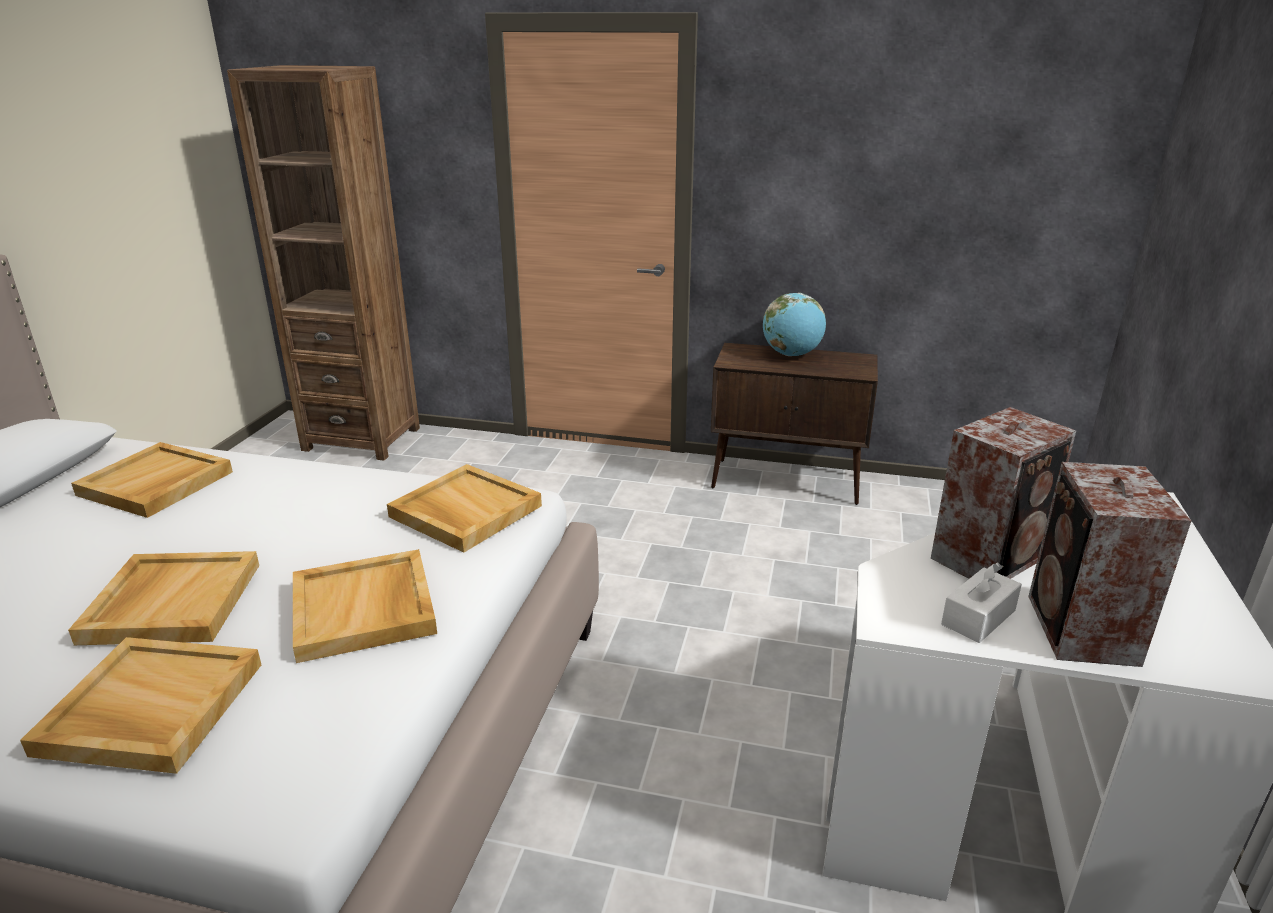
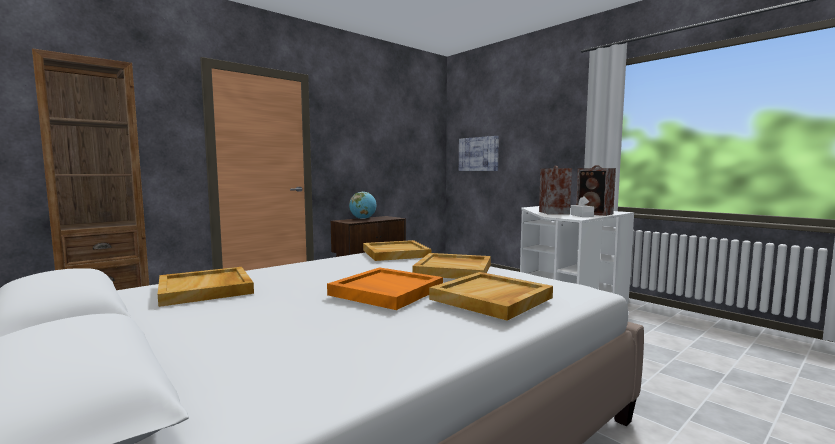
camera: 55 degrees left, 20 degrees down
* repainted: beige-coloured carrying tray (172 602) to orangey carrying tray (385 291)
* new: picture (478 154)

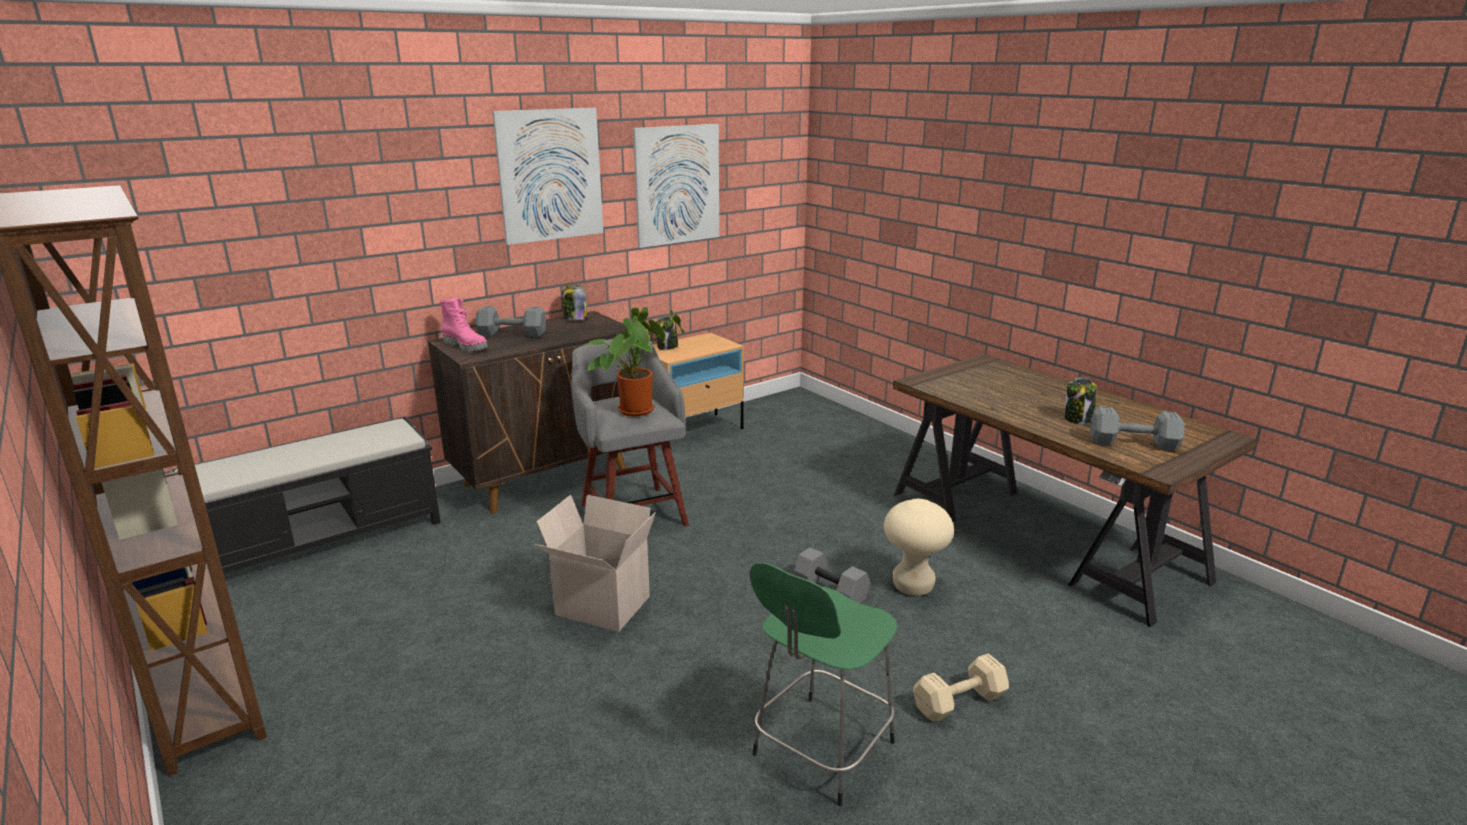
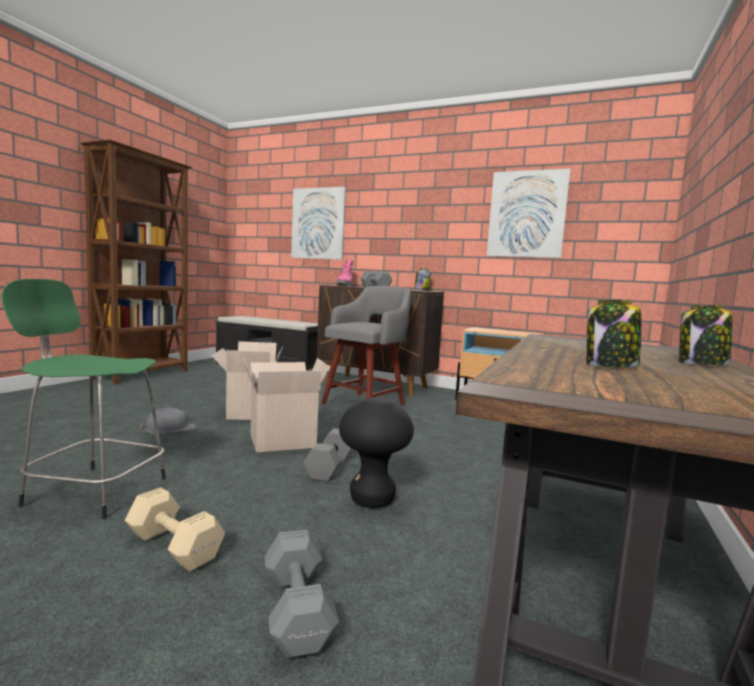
camera: 60 degrees right, 15 degrees down
* shifted: picture (550 175) to (318 223)
* gone: potted plant (637 409)
* shifted: preserve jar (667 347) to (702 364)
* shifted: greyish free weight (1131 443) to (298 608)
* repainted: beige-coloured stool (913 586) to black stool (372 500)
* new: carton (283 440)
* new: greyish work helmet (169 429)

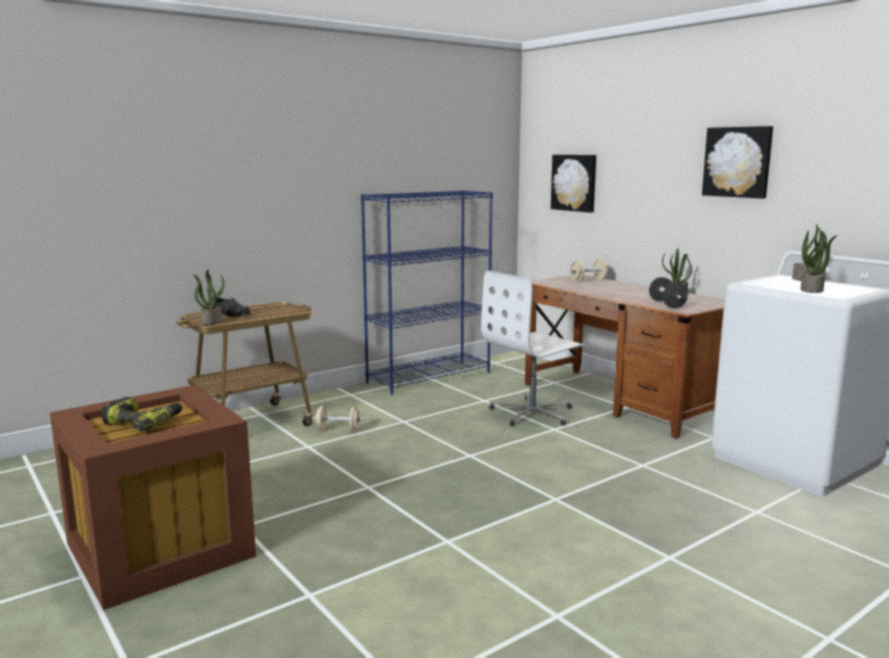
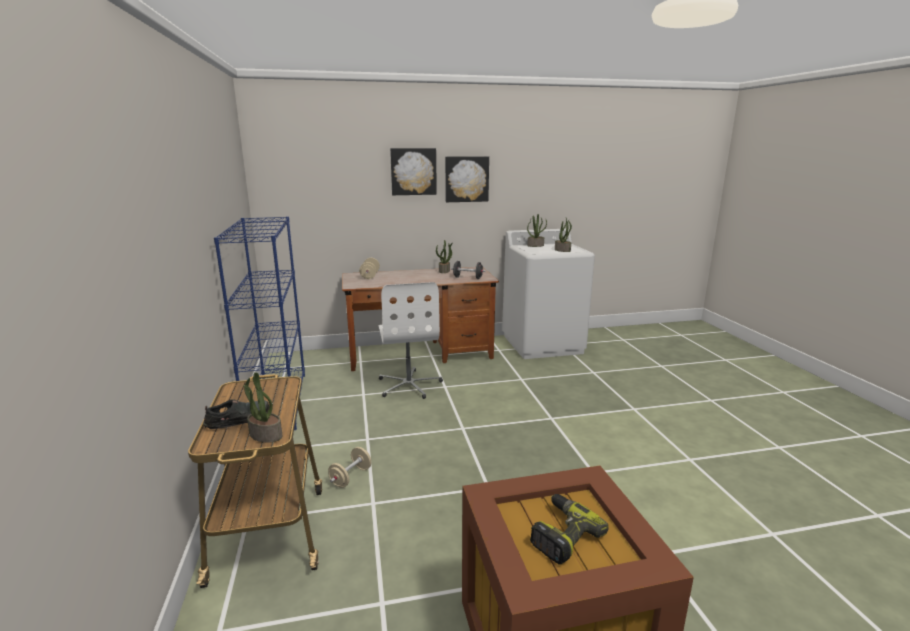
camera: 65 degrees left, 5 degrees up
* shifted: picture (574 182) to (413 171)

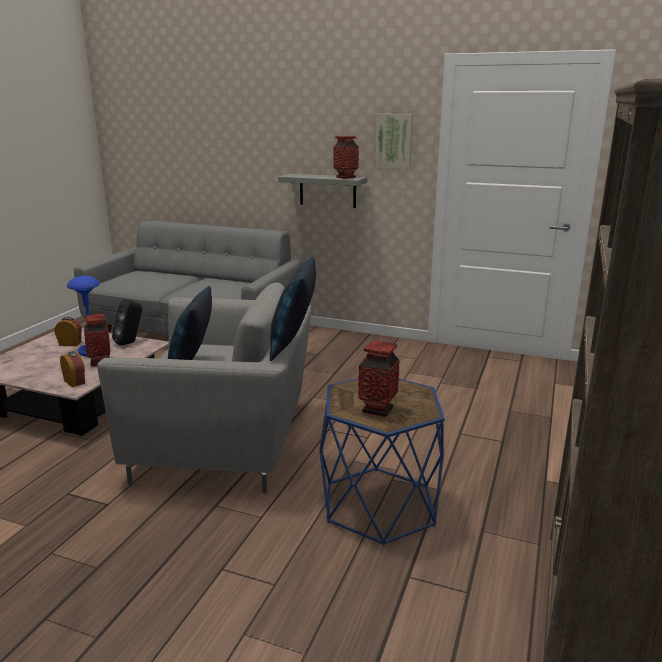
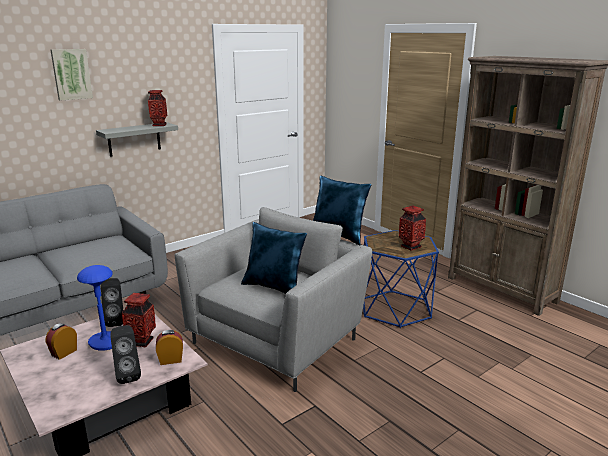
camera: 60 degrees left, 0 degrees up
* shifted: picture (394 141) to (71 74)
* new: black speaker (127 375)

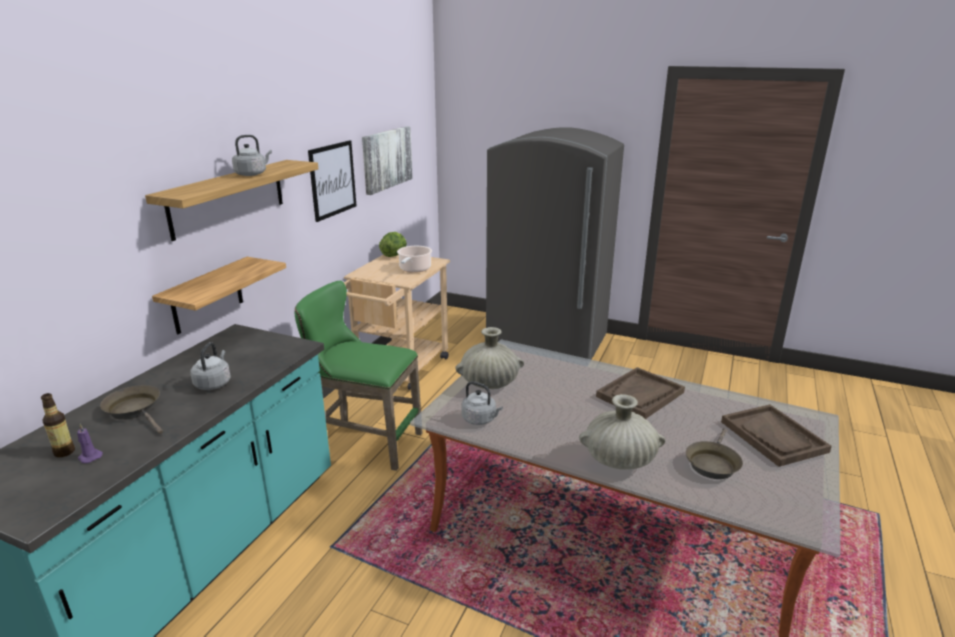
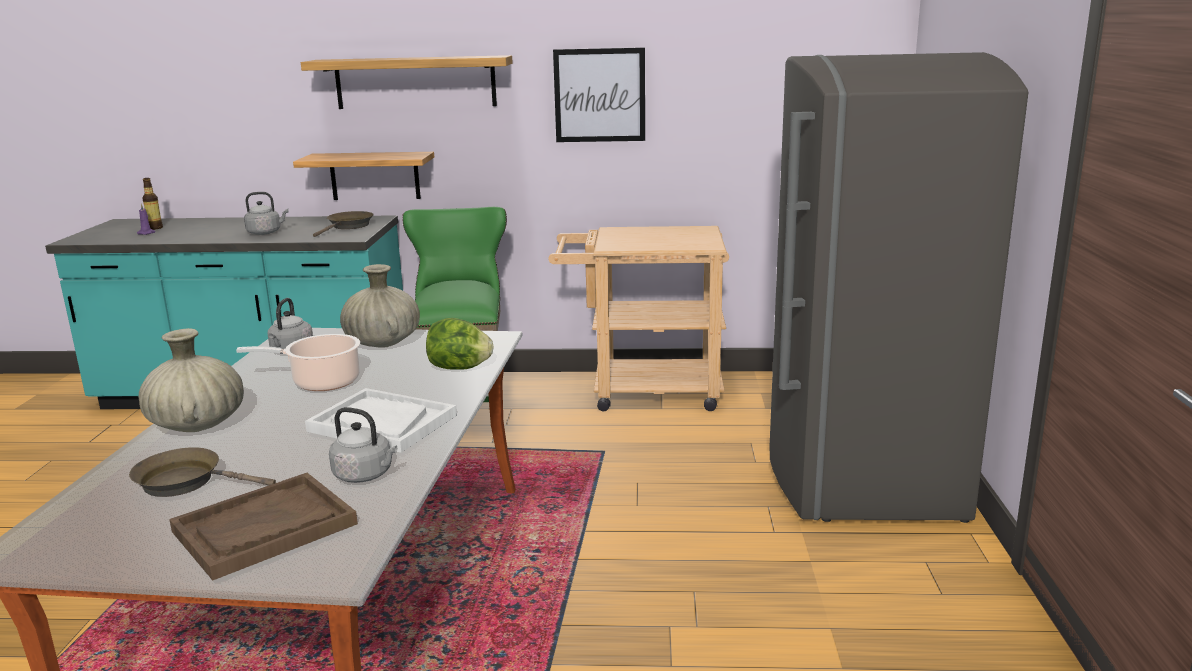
camera: 70 degrees right, 5 degrees down
* gone: picture (386 159)
* shifted: greyish tea kettle (252 174) to (365 475)
* shifted: lettuce (394 255) to (459 368)
* shifted: cooking pot (414 269) to (321 382)
* repainted: brown-coloured carrying tray (640 395) to white-coloured carrying tray (382 423)
* shifted: brown-coloured skillet (136 410) to (348 226)

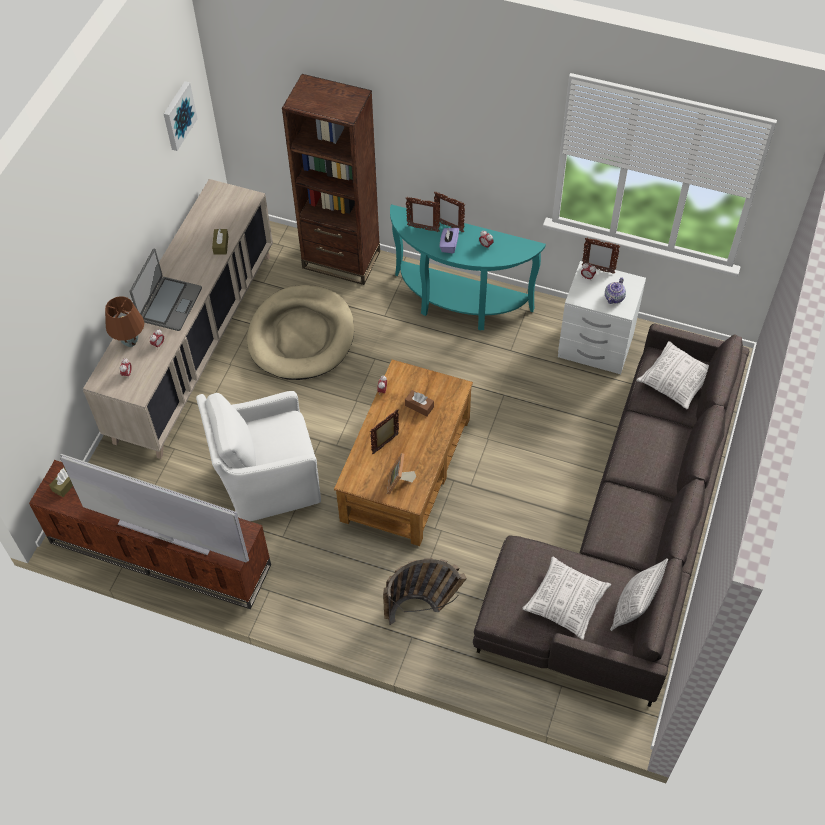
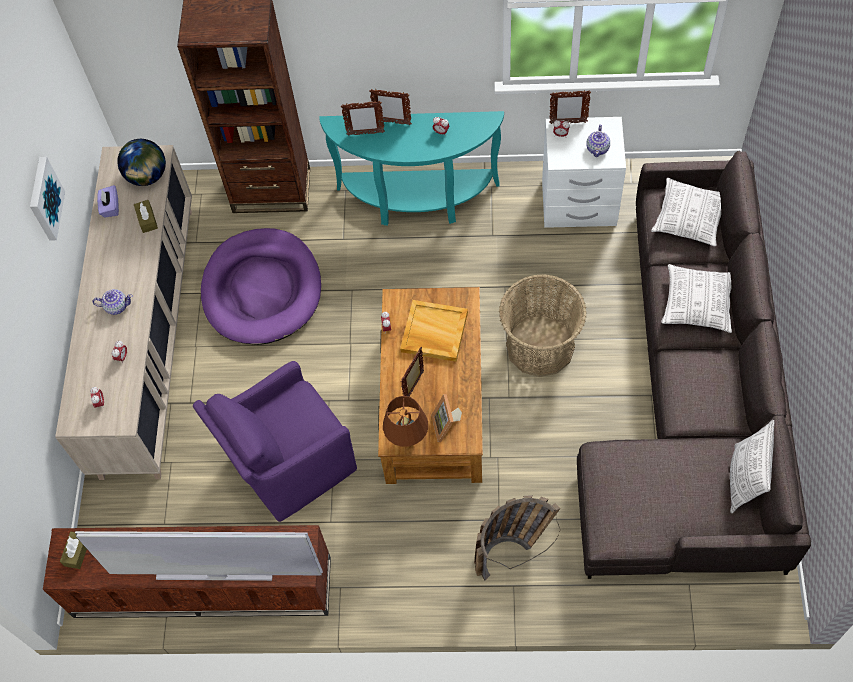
camera: 15 degrees left, 5 degrees up
* shifted: picture (178 115) to (44 199)
* shifted: purplish tissue box (449 245) to (110 207)
* swapped: laptop (169 304) to teapot (116 306)
* repainted: beige-coloured dog cushion (301 336) to purplish dog cushion (262 289)
* shifted: brown-coloured tabletop lamp (130 342) to (407 439)
* swapped: brown-coloured tissue box (419 406) to beige-coloured carrying tray (433 332)
* repainted: white-coloured easy chair (267 481) to purplish easy chair (289 465)
* shifted: pillow (566 602) to (697 304)
* new: desk globe (147 176)
* new: basket (540 346)

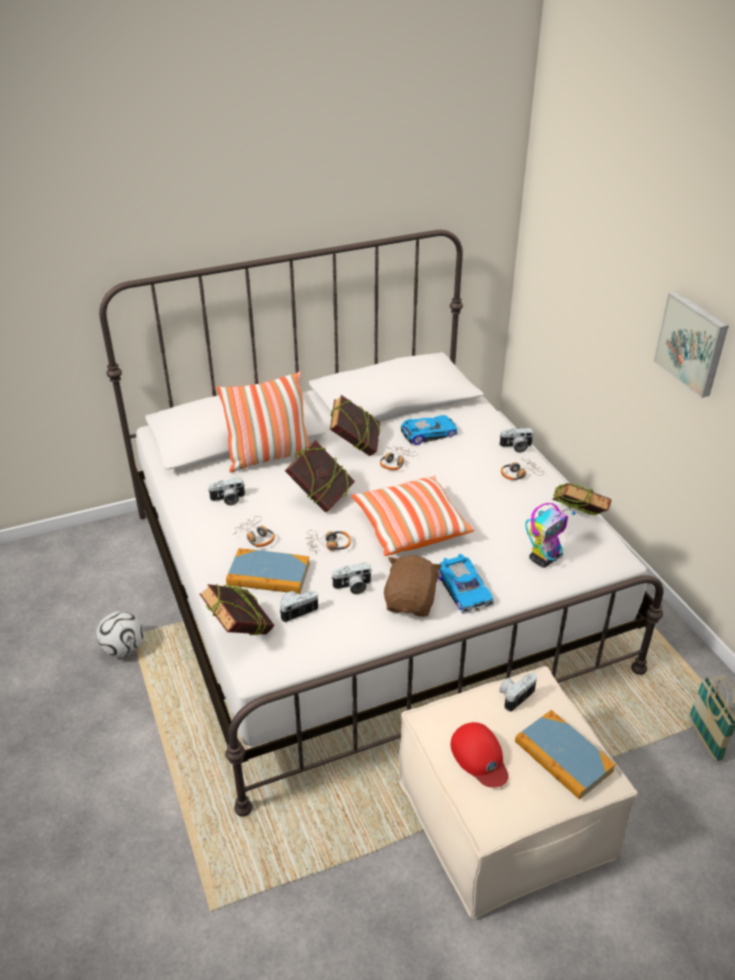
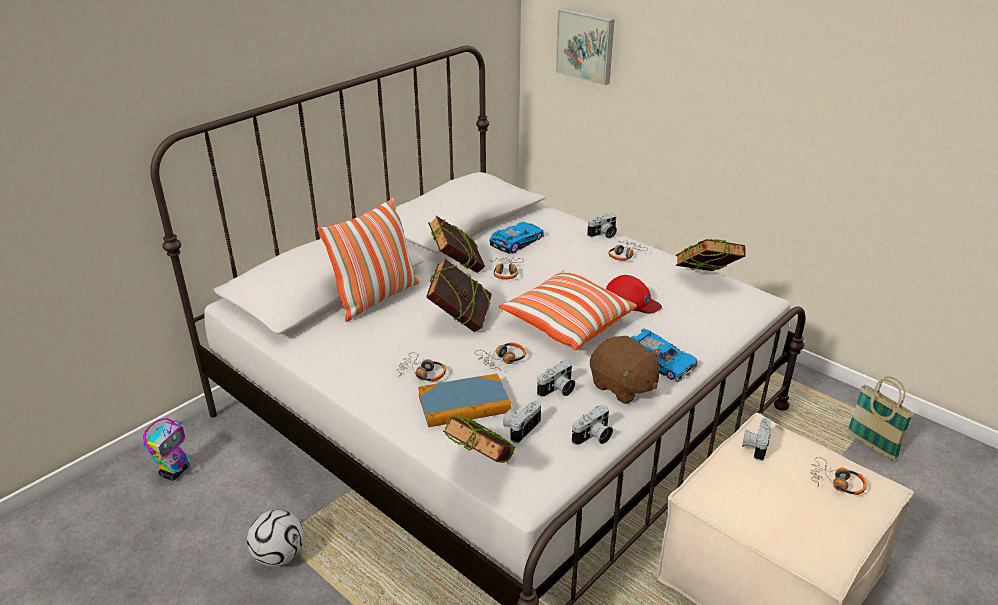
camera: 25 degrees left, 5 degrees down
* shifted: picture (692 343) to (586 45)
* shifted: photo camera (228 499) to (593 437)
* shifted: toy robot (544 558) to (175 471)
* rotated: brown-coloured plush toy (411 602) = (623 386) 150 degrees clockwise
* swapped: book (563 756) to headphones (836 482)
* shifted: red-coloured cap (479 757) to (632 300)

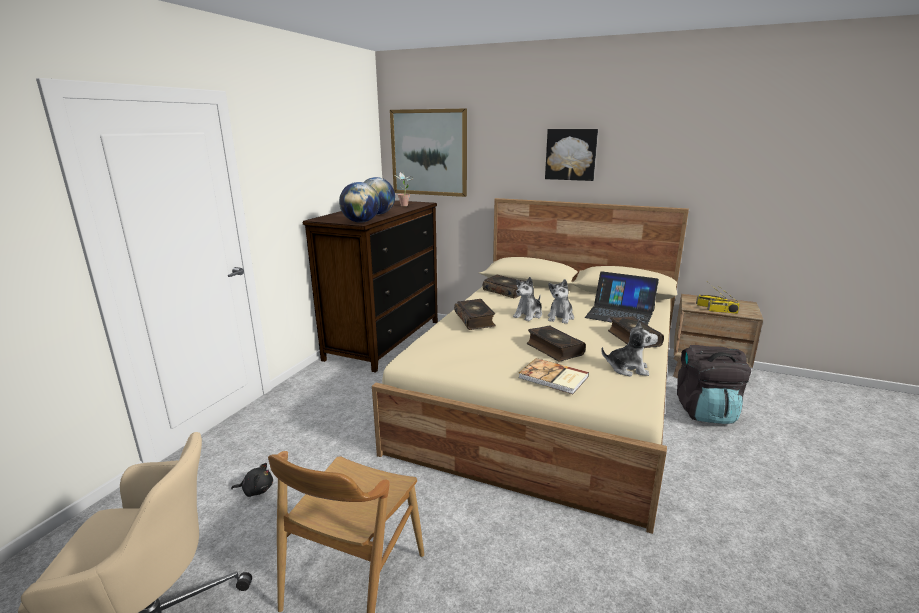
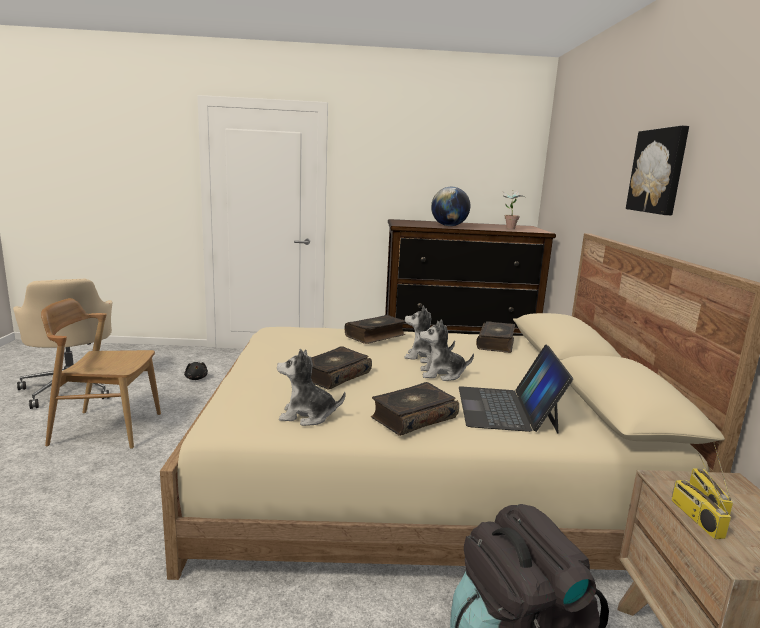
camera: 65 degrees right, 5 degrees down
* gone: picture (429 153)
* gone: desk globe (361 222)
* rotated: plush toy (628 369) = (307 416) 105 degrees clockwise
* gone: book (553 378)

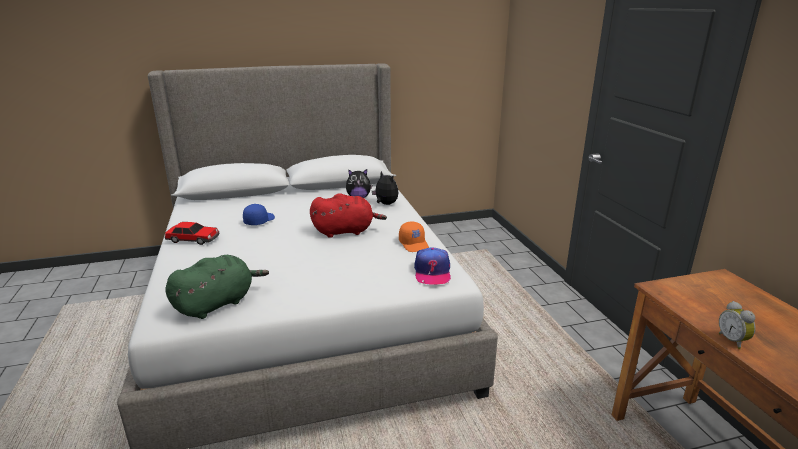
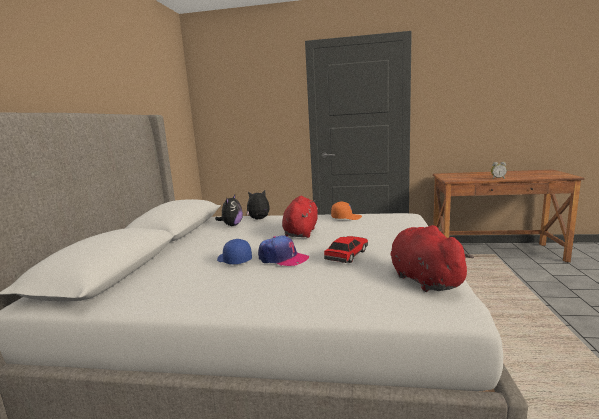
camera: 65 degrees left, 10 degrees down
* shifted: toy car (193 239) to (347 255)
* shifted: cap (432 272) to (282 258)
* repainted: green plush toy (217 303) to red-coloured plush toy (423 280)

